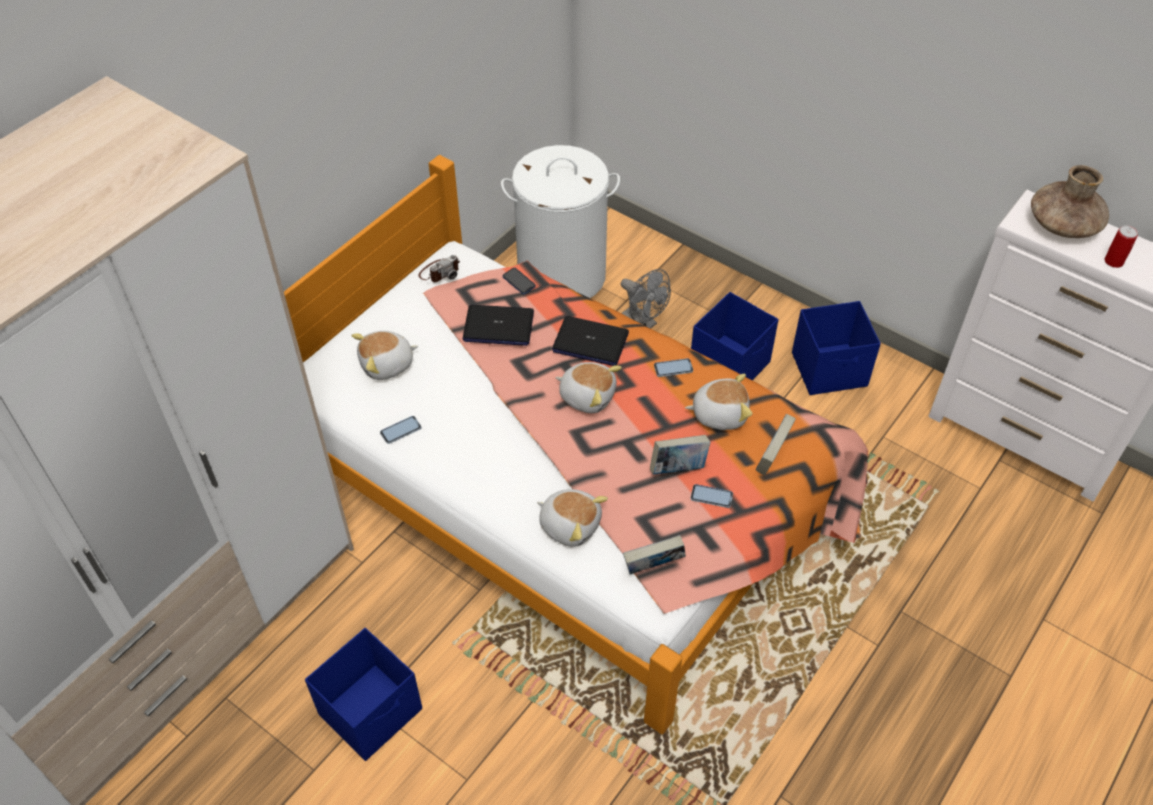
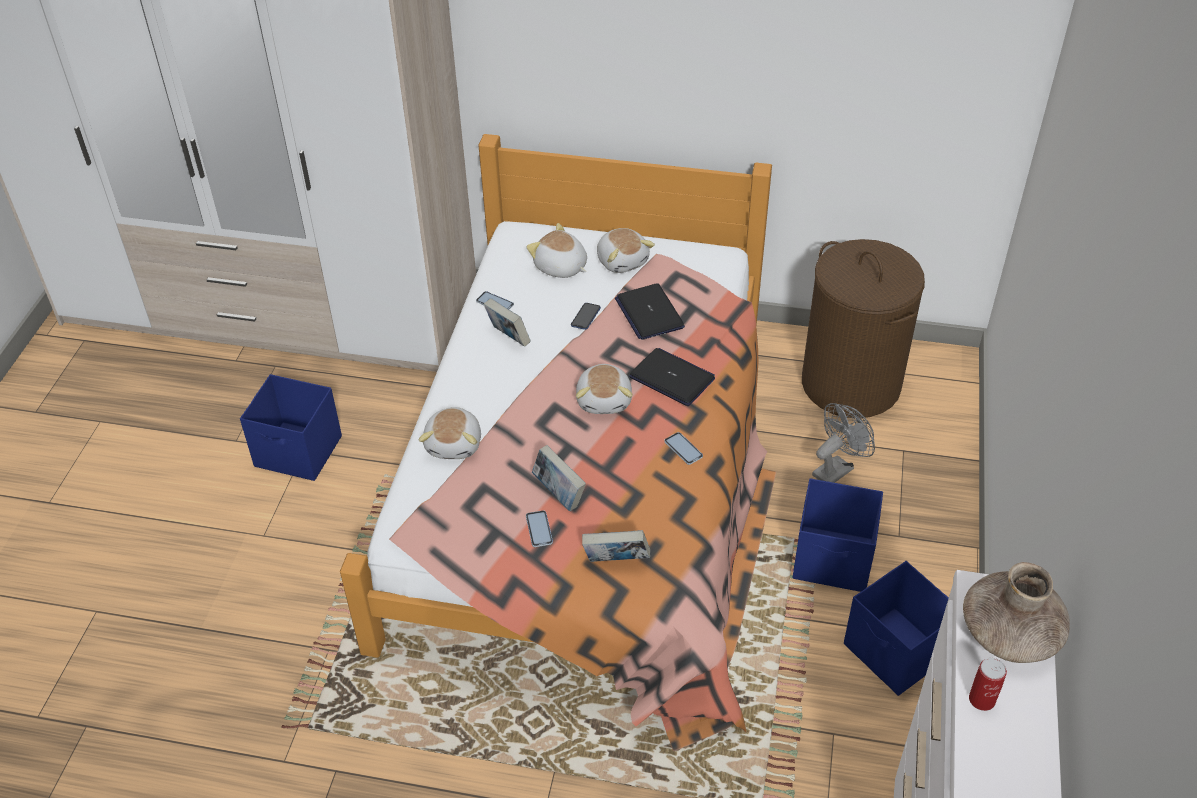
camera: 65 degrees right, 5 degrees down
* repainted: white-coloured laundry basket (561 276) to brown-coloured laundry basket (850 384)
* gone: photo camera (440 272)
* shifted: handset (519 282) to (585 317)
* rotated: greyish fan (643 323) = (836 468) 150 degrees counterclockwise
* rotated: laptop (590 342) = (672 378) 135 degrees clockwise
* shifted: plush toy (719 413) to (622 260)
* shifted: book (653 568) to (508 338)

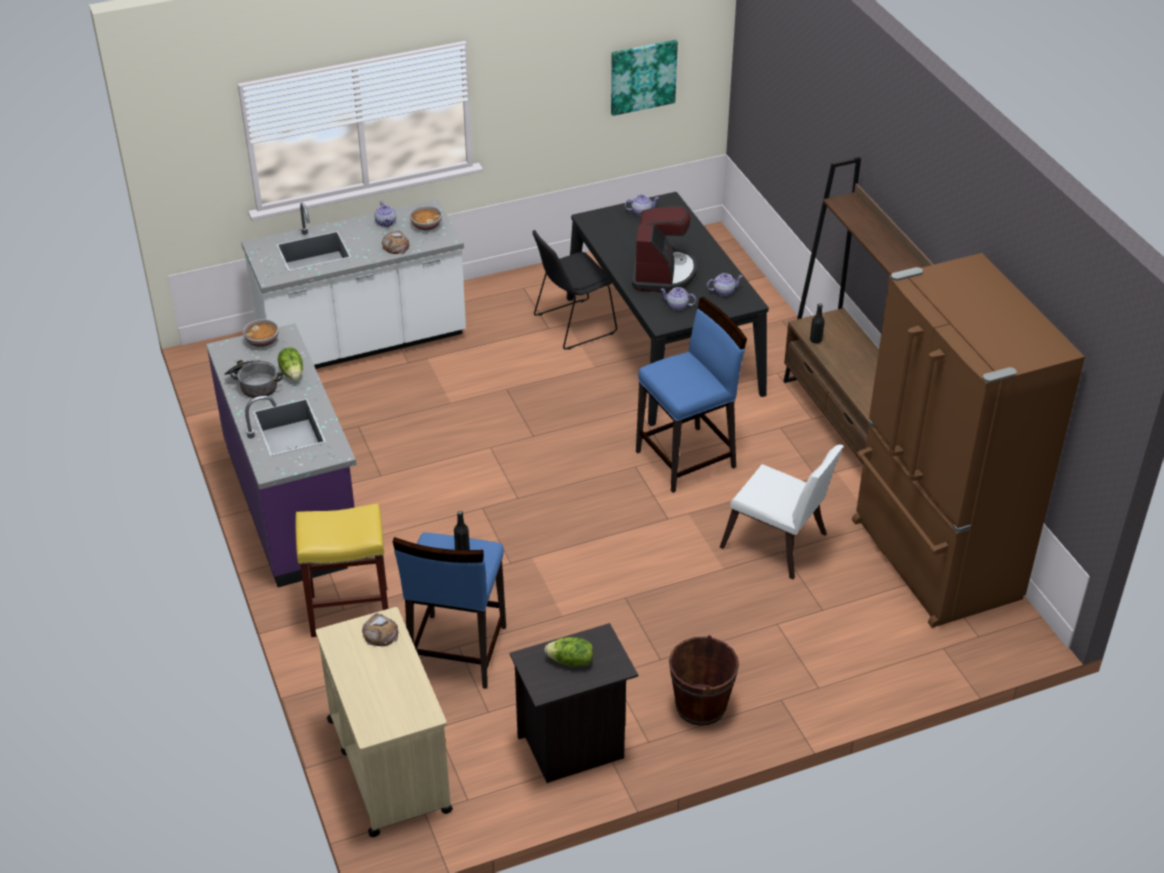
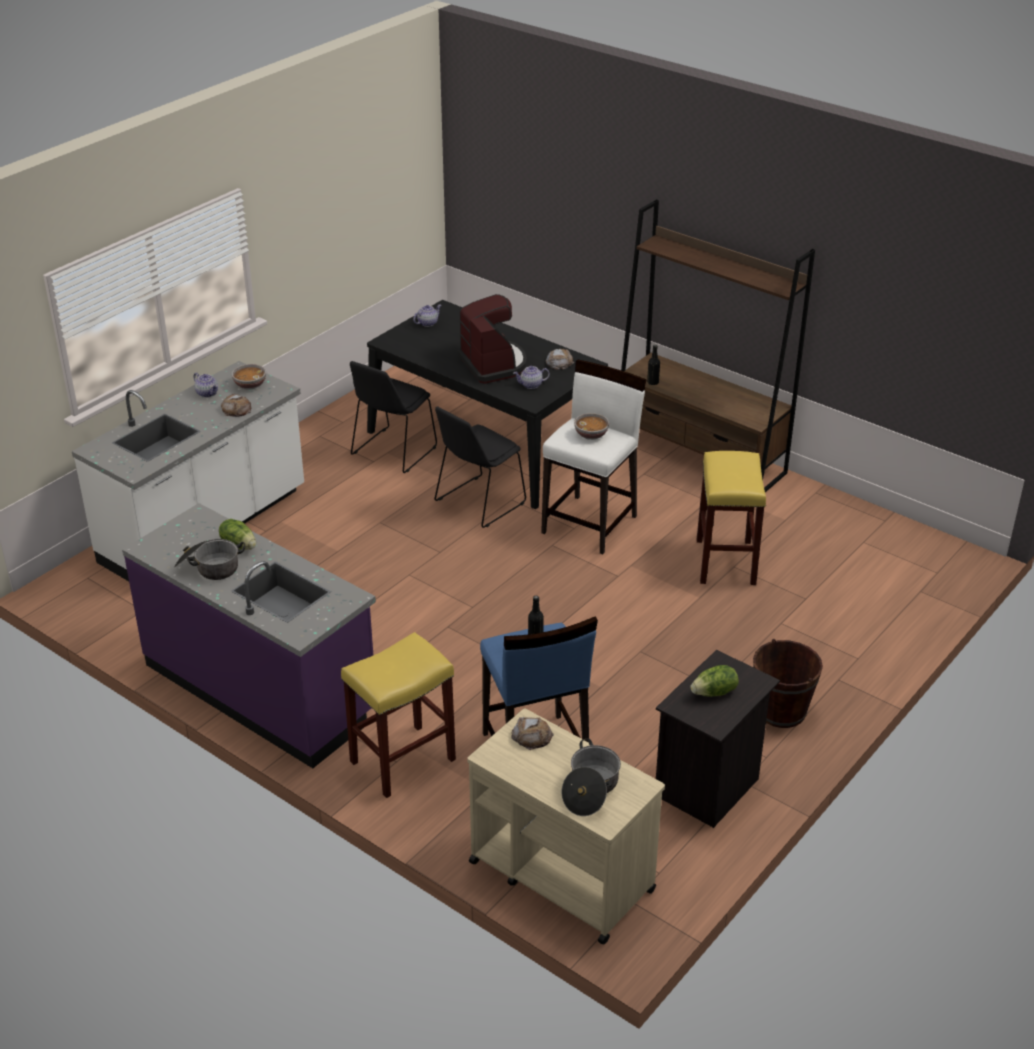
camera: 30 degrees left, 5 degrees down
* gone: picture (642 76)
* gone: brown-coloured kitchen fridge (932 560)
* swapped: teapot (724 291) to bakery bread (559 362)
* repainted: bluish stool (687 459) to white-coloured stool (590 524)
* shifted: serving bowl (263 342) to (591 435)
* swapped: white-coloured upright chair (779 545) to yellow-coloured stool (726 563)
* new: black upright chair (478 503)
* new: cooking pot (590 789)

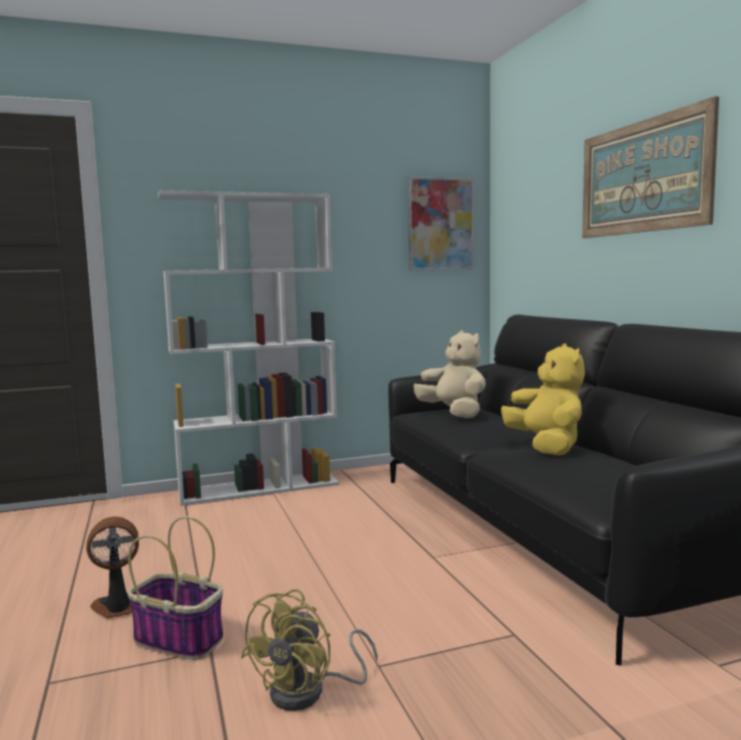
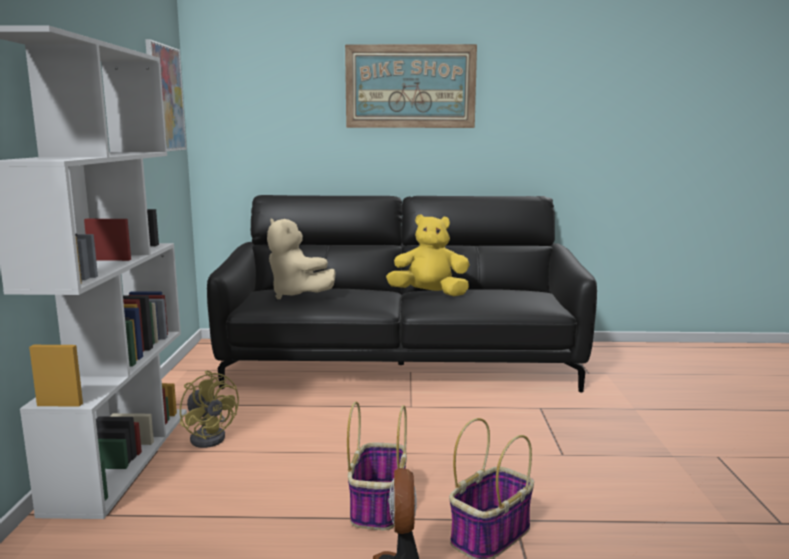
camera: 70 degrees left, 5 degrees up
* rotated: beige-coloured plush toy (454 413) = (296 295) 120 degrees counterclockwise
* shifted: yellow-coloured fan (309 692) to (210 436)
* new: basket (378 505)

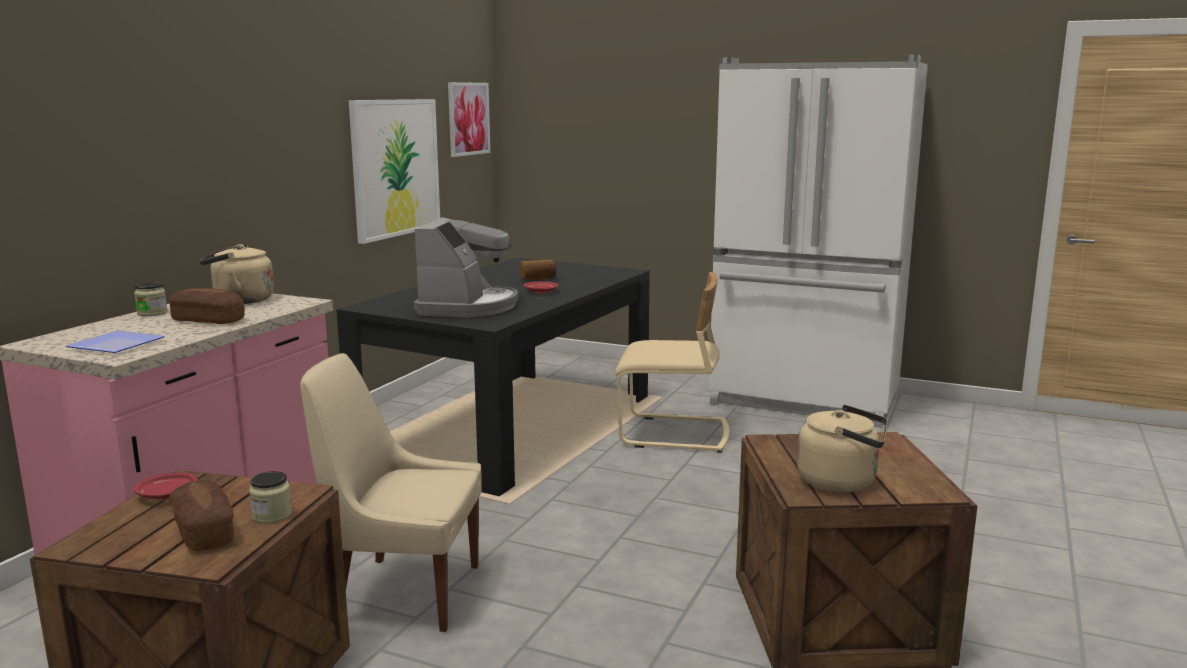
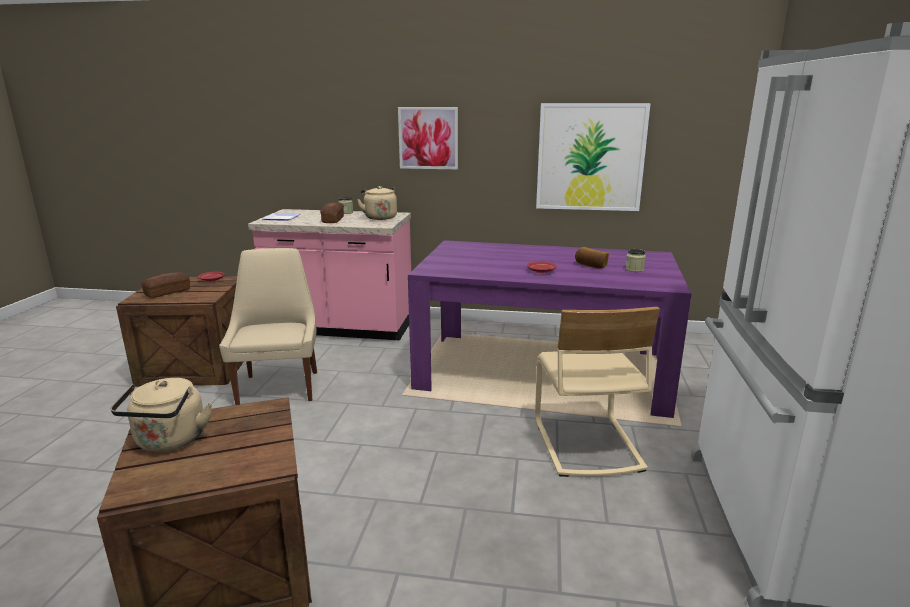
camera: 75 degrees right, 5 degrees up
* shifted: picture (468 119) to (428 138)
* gone: coffee maker (468 306)
* repainted: black kitchen table (511 426) to purplish kitchen table (542 371)
* shifted: preserve jar (272 515) to (634 269)

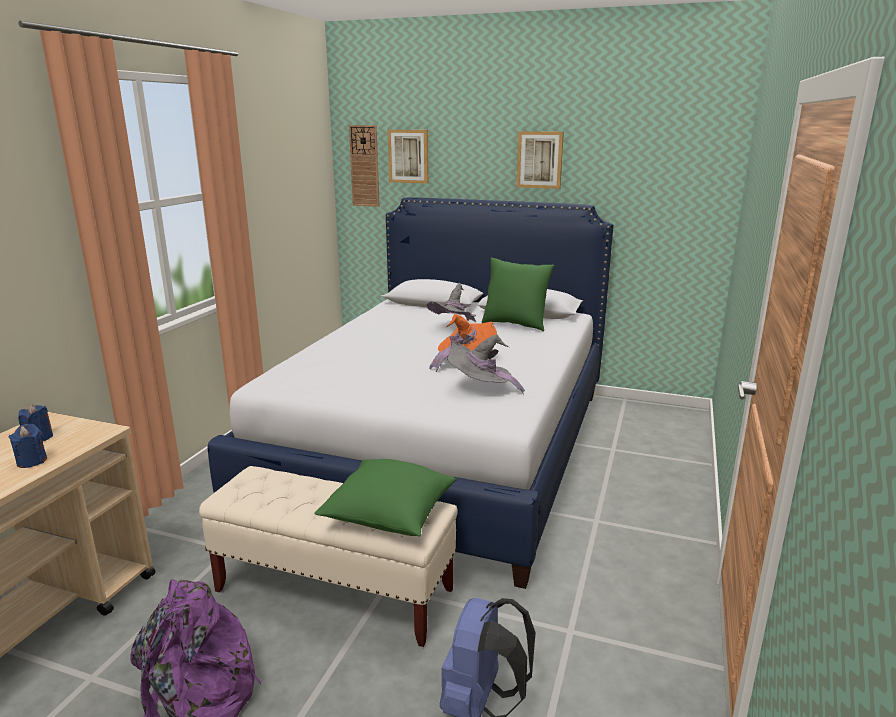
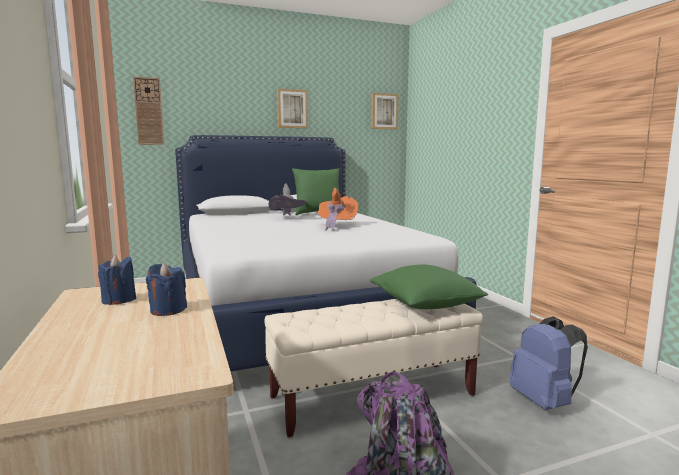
camera: 40 degrees left, 10 degrees down
* shifted: picture (408 156) to (384 111)
* gone: greyish wearable hat (481 389)

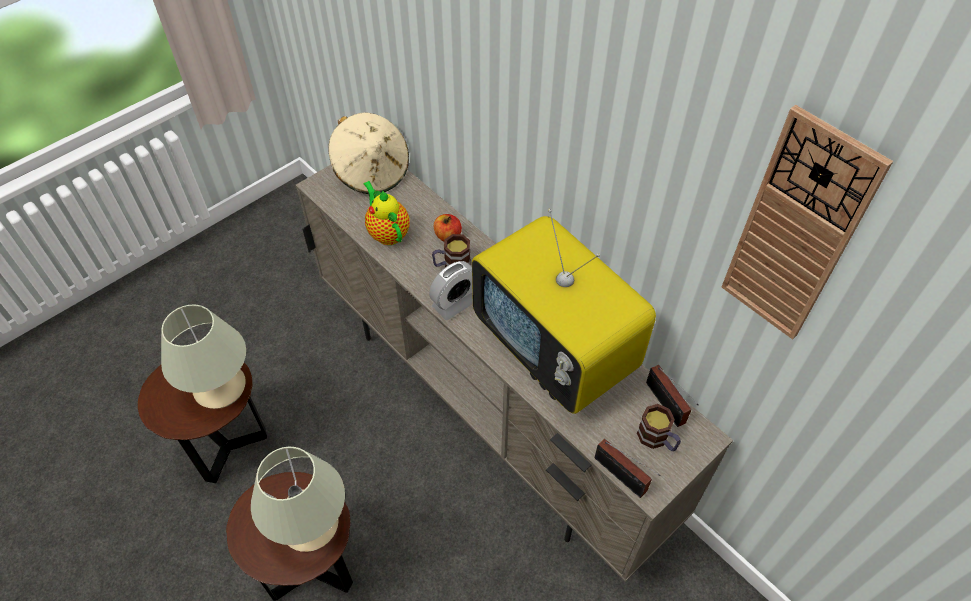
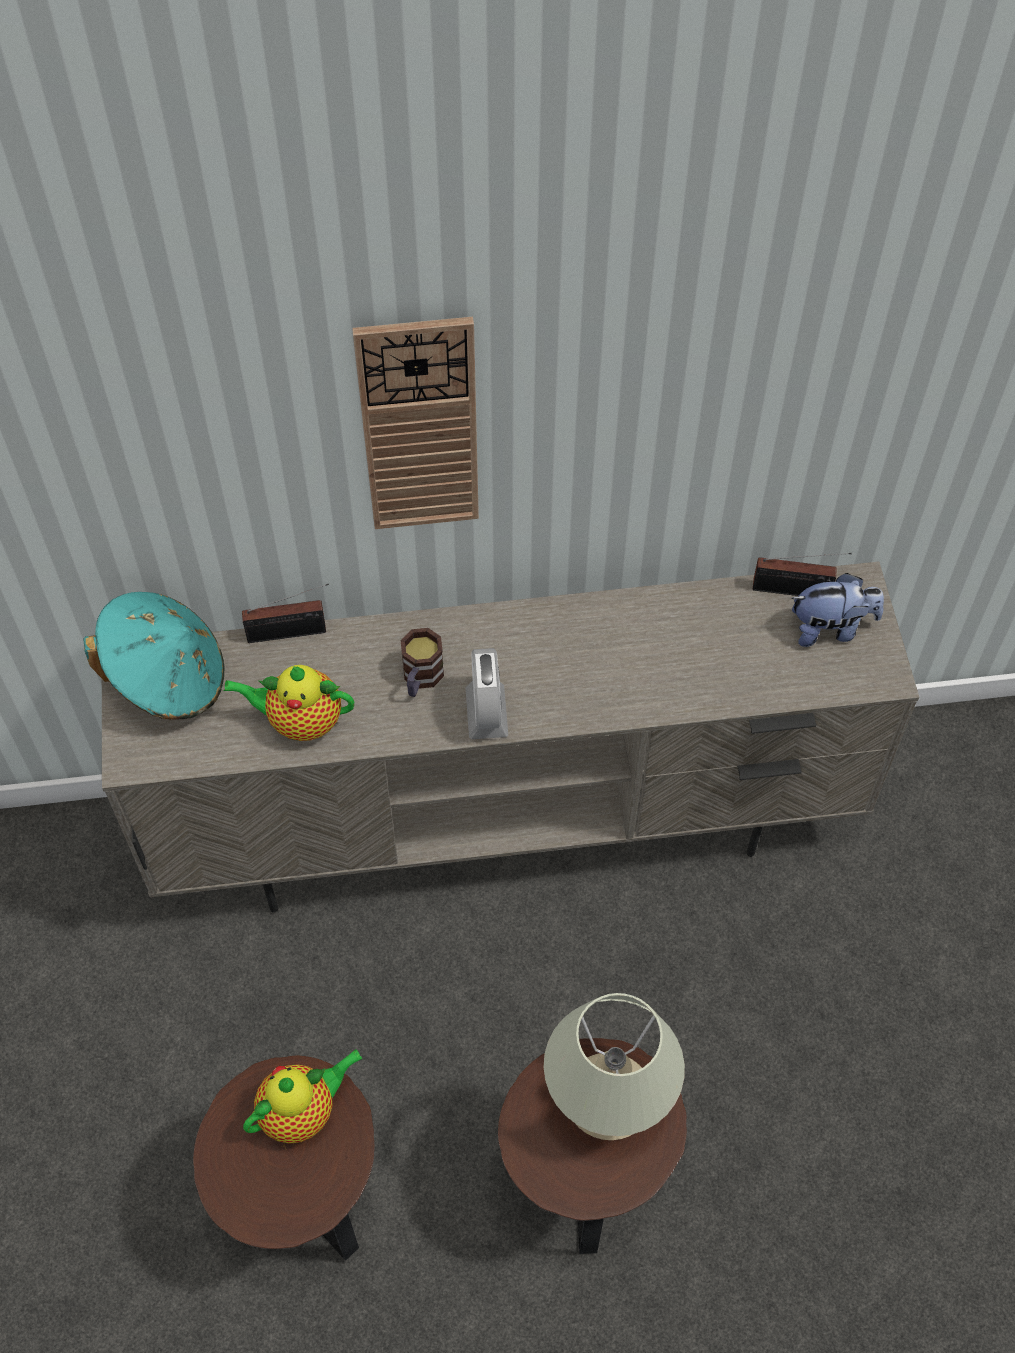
camera: 55 degrees left, 5 degrees up
* shifted: hanging clock (796 231) to (419 426)
* repainted: beige-coloured wearable hat (372 172) to turquoise-coloured wearable hat (167 678)
* gone: television (556 351)
* gone: whole apple (447 236)
* swapped: beige-coloured tabletop lamp (219 387) to teapot (302 1111)
* swapped: mug (657 439) to plush toy (830 628)
* shifted: radio (622 477) to (291 633)

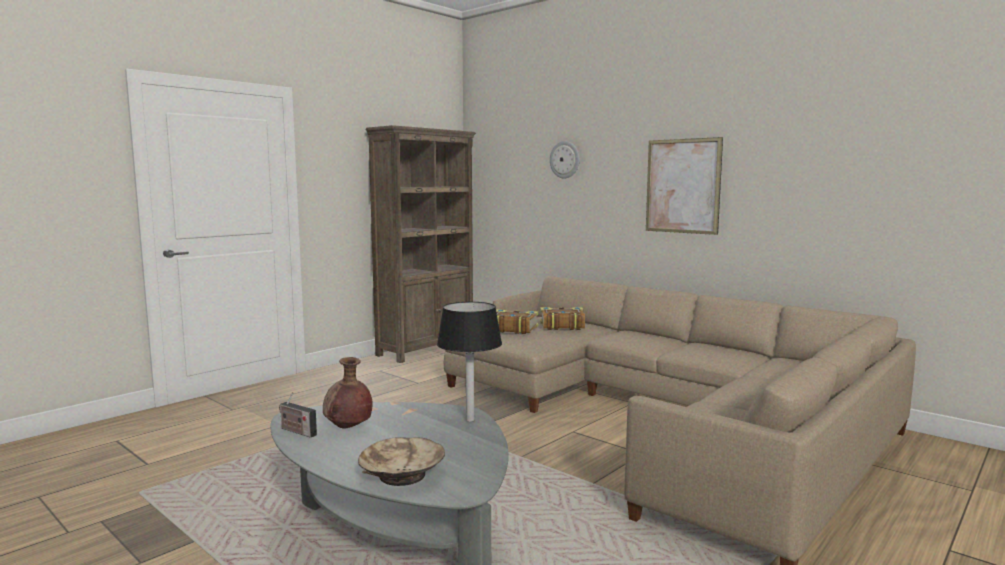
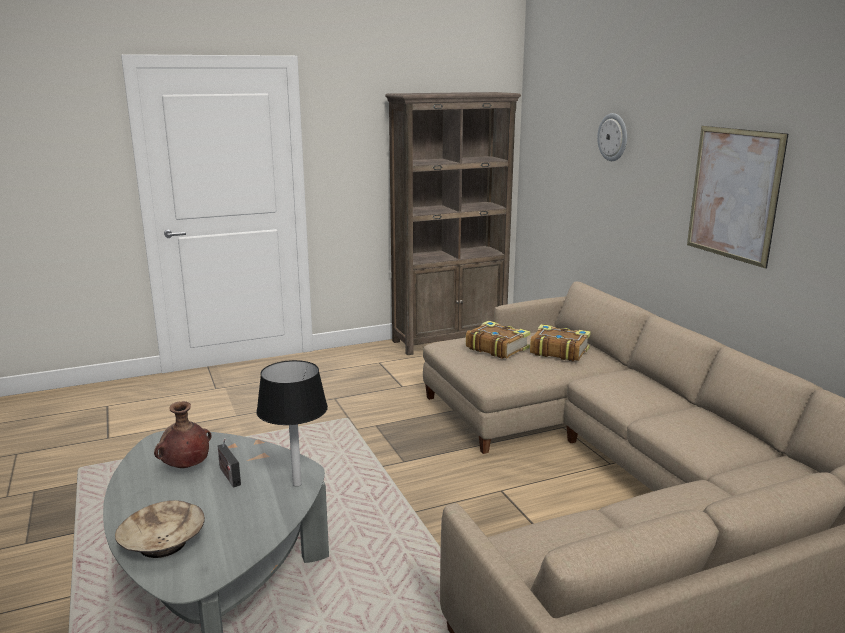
camera: 25 degrees right, 10 degrees up
* shifted: radio (296 431) to (228 475)

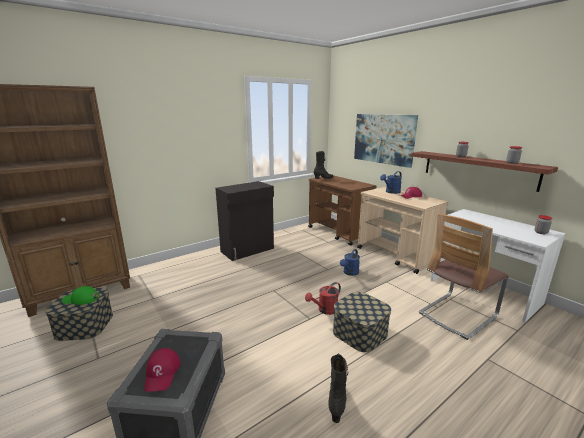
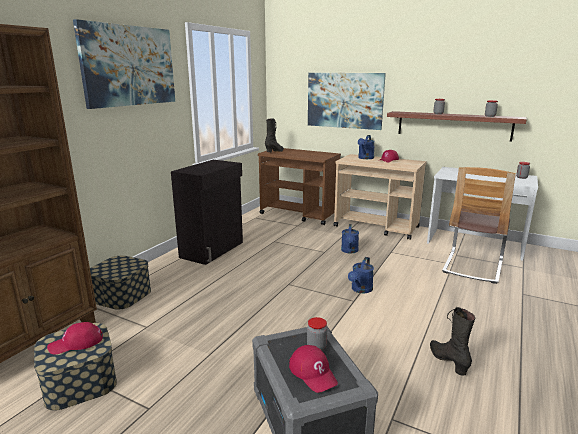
camera: 25 degrees left, 0 degrees up
* repainted: red-coloured sprinkling can (325 310) to bluish sprinkling can (360 290)
* repainted: green cap (81 299) to red-coloured cap (76 343)
* shifted: storage container (360 332) to (122 295)
* new: picture (129 66)
* new: preserve jar (316 346)

